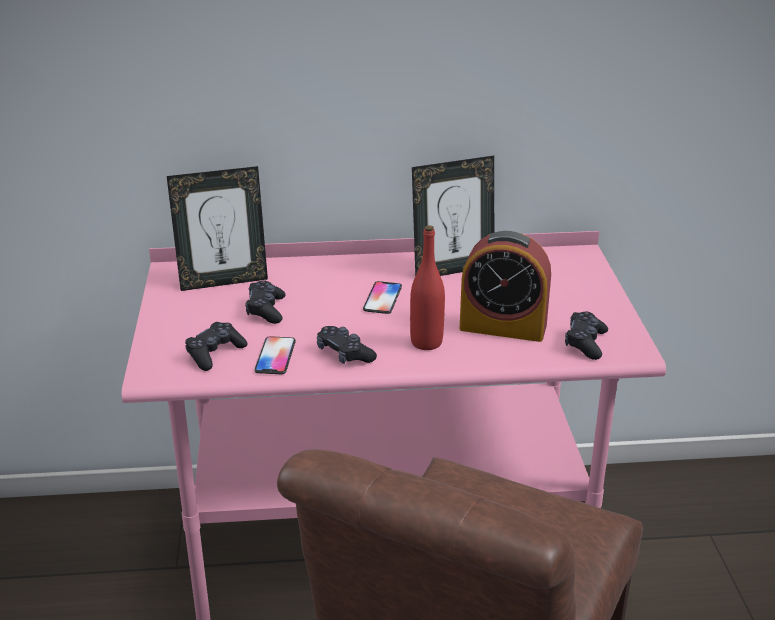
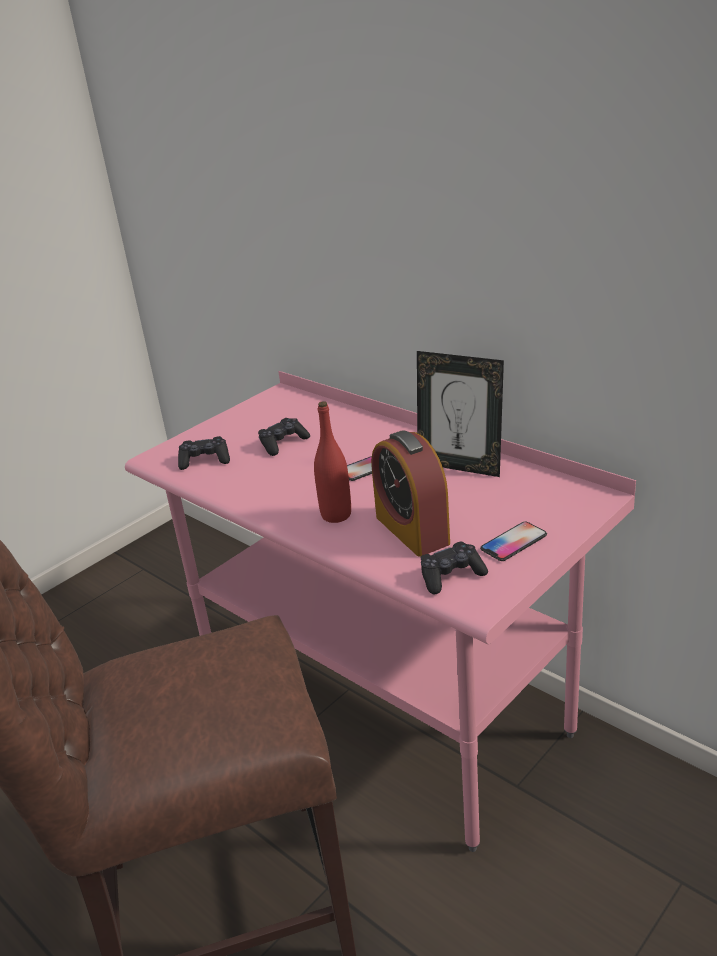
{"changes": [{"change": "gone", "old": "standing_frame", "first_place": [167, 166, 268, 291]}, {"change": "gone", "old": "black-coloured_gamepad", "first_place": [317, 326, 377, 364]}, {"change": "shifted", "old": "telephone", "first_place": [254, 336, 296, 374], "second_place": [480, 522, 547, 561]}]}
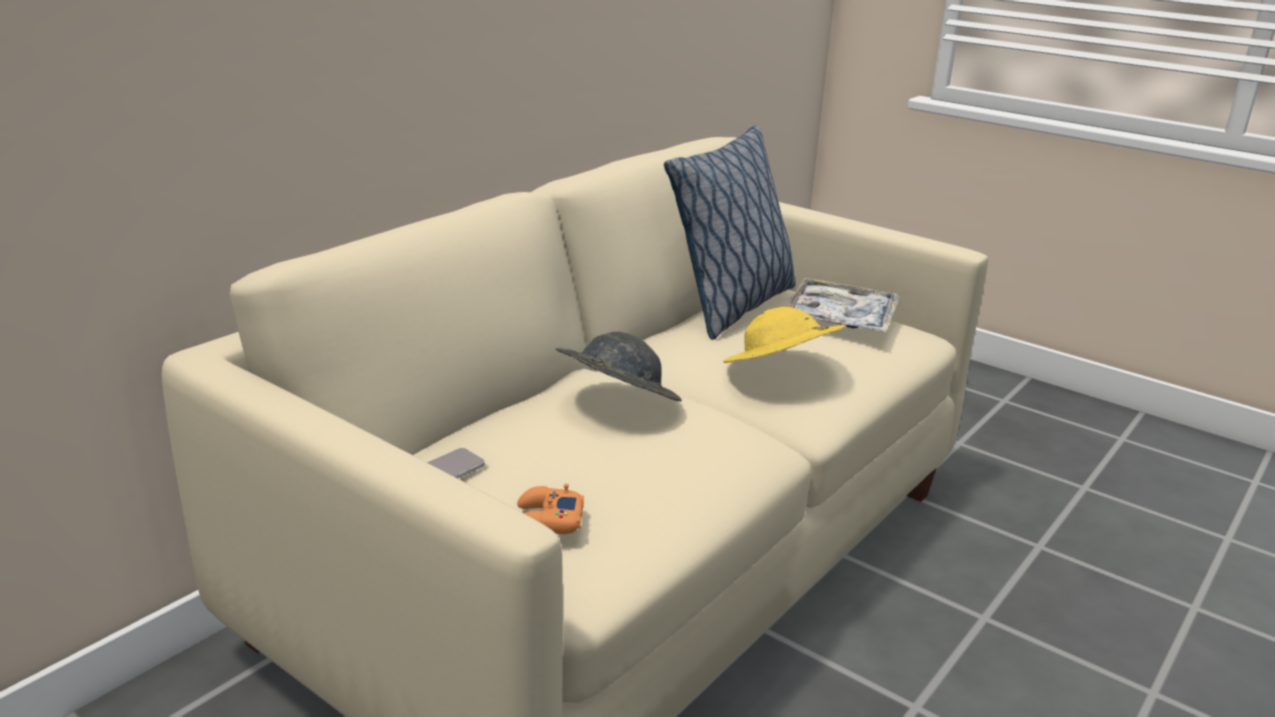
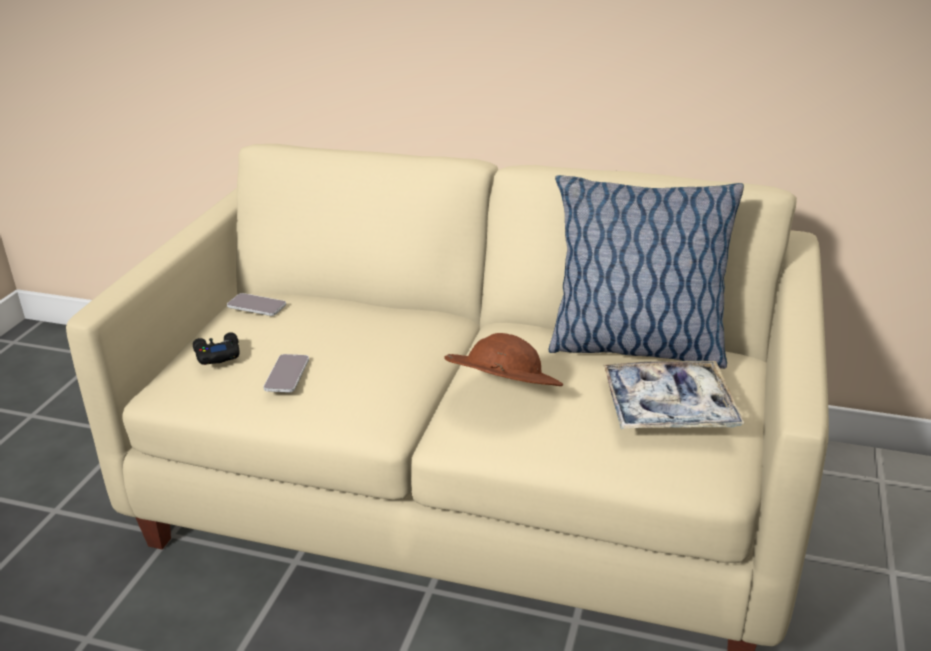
{"changes": [{"change": "gone", "old": "gray_clothing_hat", "first_place": [556, 332, 682, 401]}, {"change": "new", "new": "telephone", "second_place": [263, 354, 309, 393]}, {"change": "repainted", "old": "orange_gamepad", "new": "black-coloured_gamepad", "first_place": [517, 484, 584, 534], "second_place": [193, 332, 240, 365]}, {"change": "repainted", "old": "yellow_clothing_hat", "new": "brown_clothing_hat", "first_place": [723, 307, 845, 363], "second_place": [444, 333, 563, 386]}]}
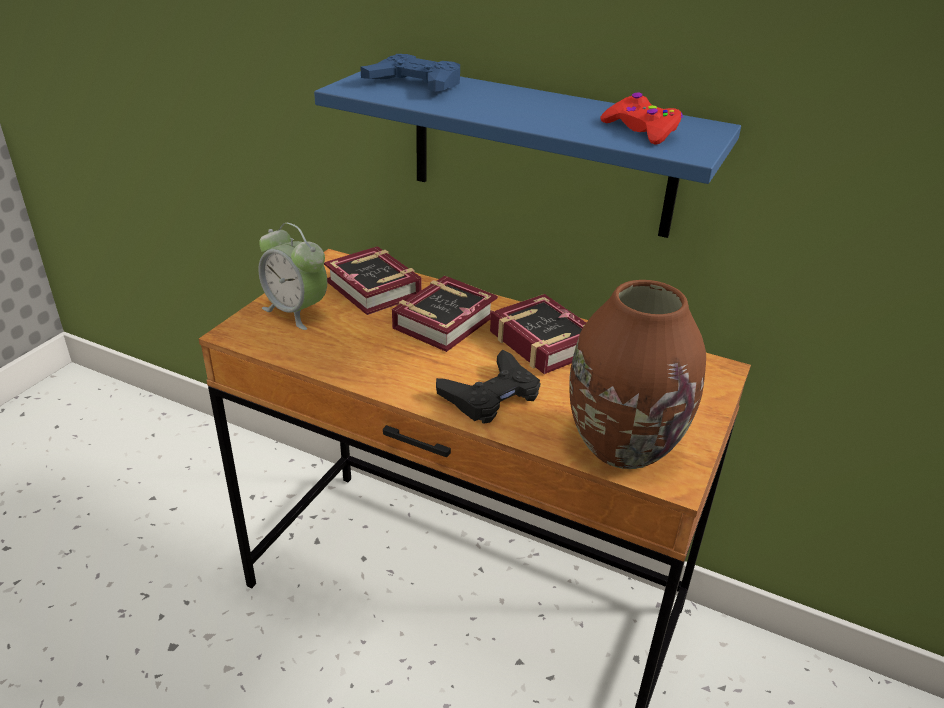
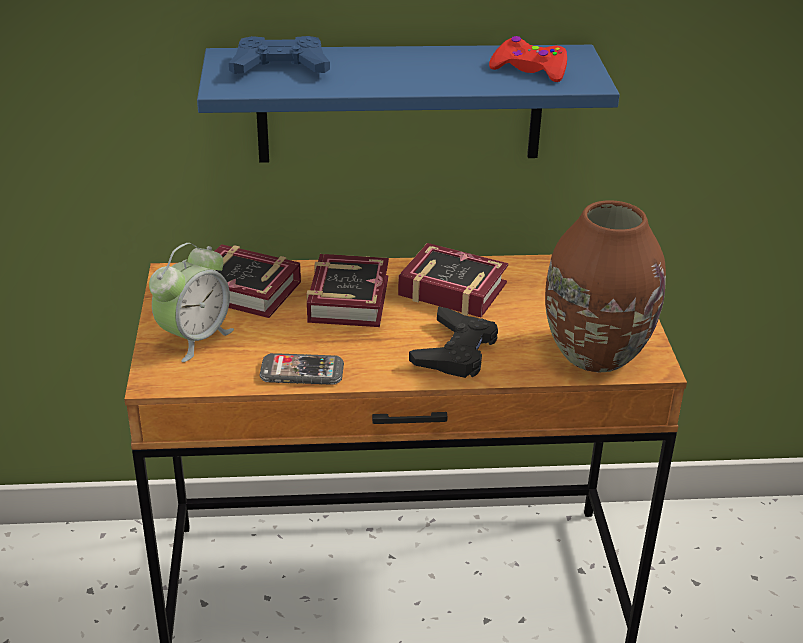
{"changes": [{"change": "new", "new": "telephone", "second_place": [260, 353, 344, 385]}, {"change": "rotated", "old": "alarm_clock", "first_place": [258, 223, 327, 330], "second_place": [149, 243, 234, 362], "degrees": -60}]}
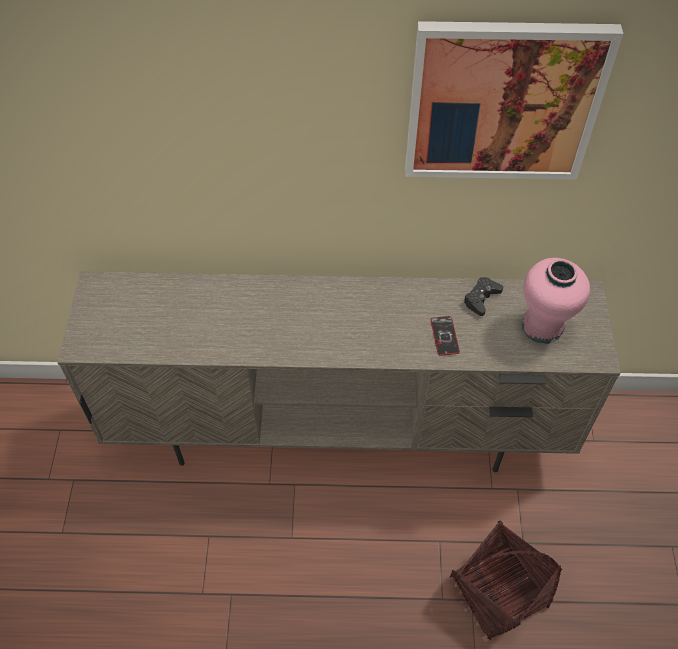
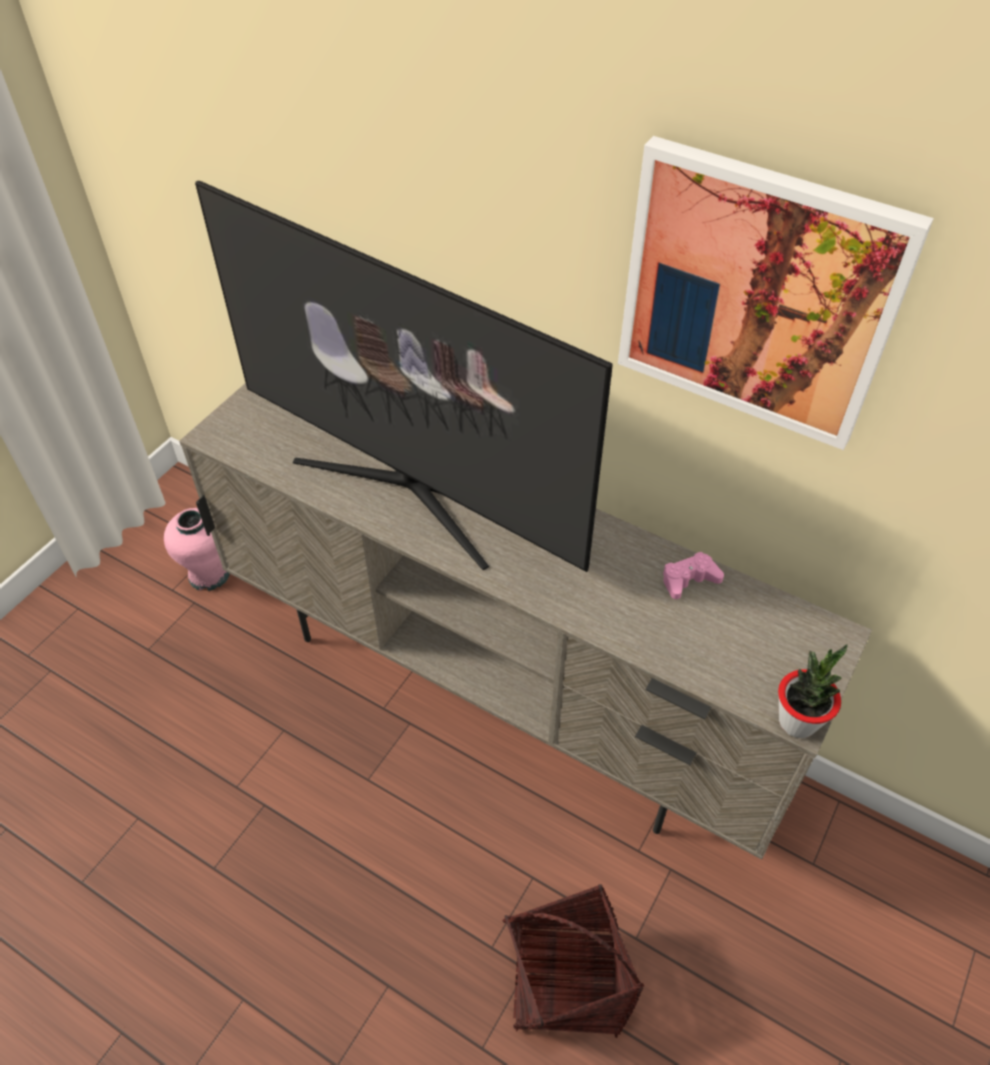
{"changes": [{"change": "gone", "old": "telephone", "first_place": [430, 316, 460, 356]}, {"change": "new", "new": "television", "second_place": [195, 181, 613, 572]}, {"change": "new", "new": "potted_plant", "second_place": [778, 644, 848, 738]}, {"change": "shifted", "old": "pink_flower_vase", "first_place": [522, 258, 590, 344], "second_place": [164, 508, 230, 591]}, {"change": "repainted", "old": "black-coloured_gamepad", "new": "pink_gamepad", "first_place": [463, 277, 503, 316], "second_place": [663, 552, 724, 599]}]}
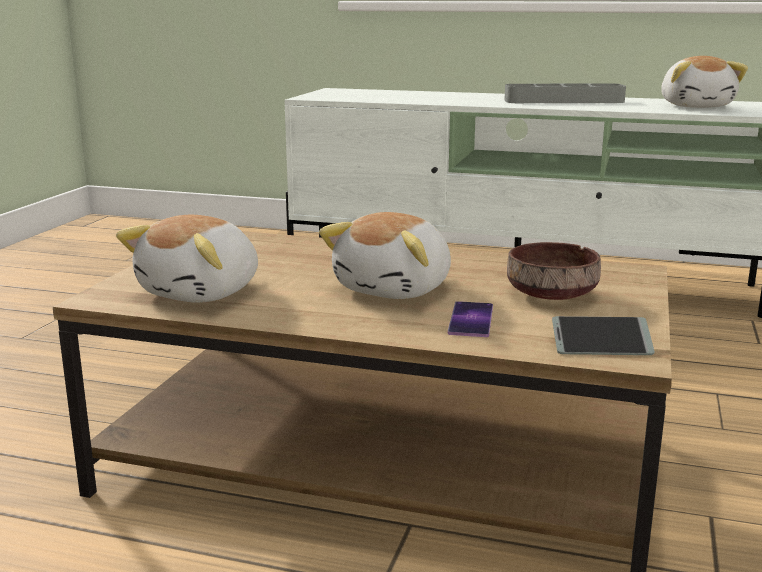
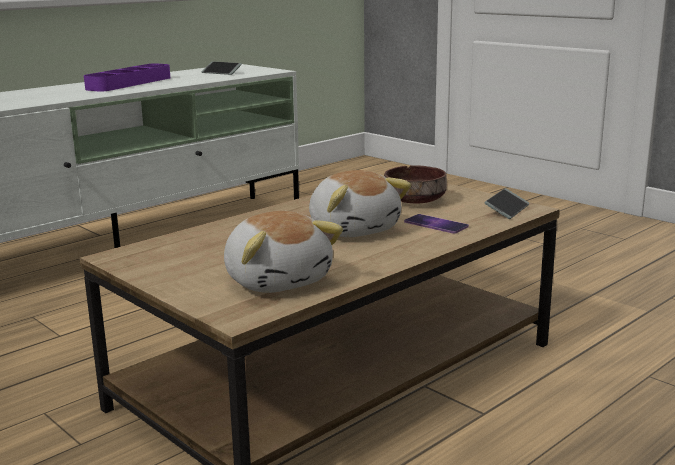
{"changes": [{"change": "swapped", "old": "cuddly_toy", "new": "telephone", "first_place": [661, 56, 748, 108], "second_place": [202, 61, 242, 75]}, {"change": "repainted", "old": "gray_carrying_tray", "new": "purple-coloured_carrying_tray", "first_place": [504, 83, 626, 103], "second_place": [84, 63, 170, 92]}]}
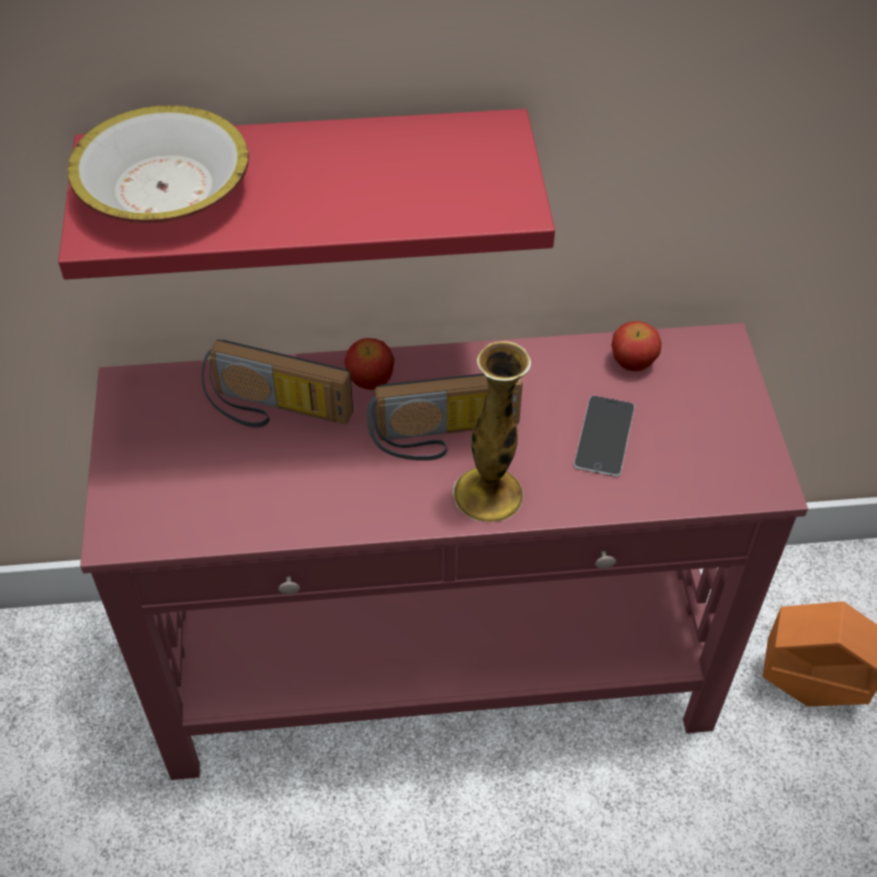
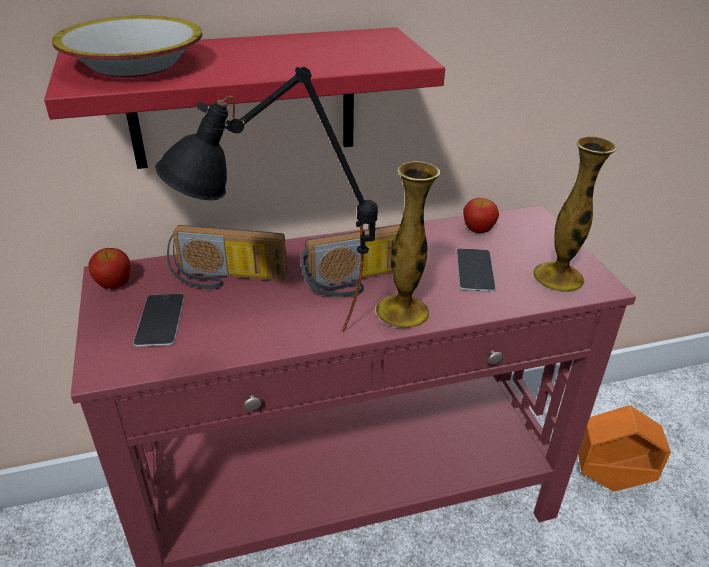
{"changes": [{"change": "new", "new": "telephone", "second_place": [133, 294, 185, 347]}, {"change": "new", "new": "black-coloured_lamp_for_a_table", "second_place": [155, 66, 378, 332]}, {"change": "new", "new": "flower_vase", "second_place": [533, 136, 617, 293]}, {"change": "shifted", "old": "whole_apple", "first_place": [345, 338, 394, 390], "second_place": [88, 248, 131, 289]}]}
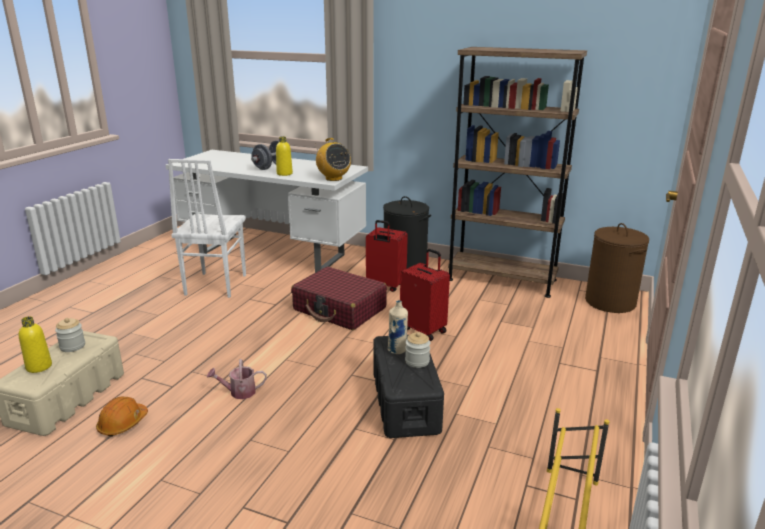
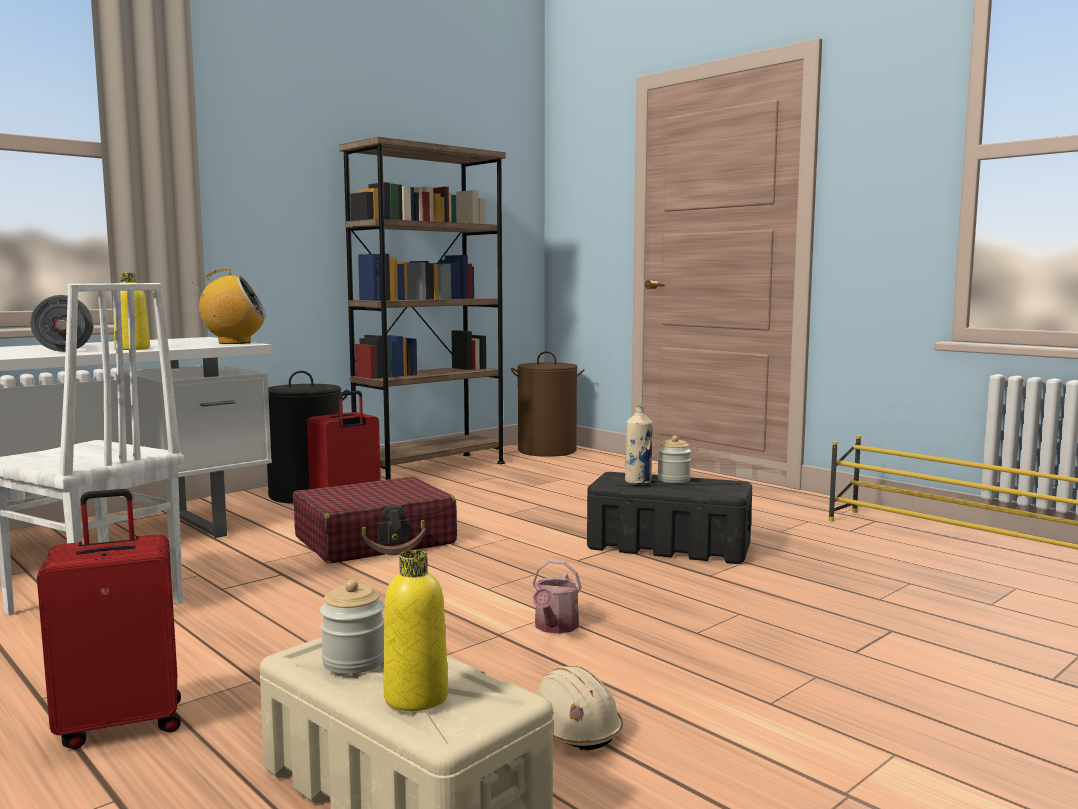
{"changes": [{"change": "shifted", "old": "red-coloured_suitcase", "first_place": [400, 249, 450, 341], "second_place": [37, 489, 181, 749]}, {"change": "repainted", "old": "orange_work_helmet", "new": "sand-coloured_work_helmet", "first_place": [96, 397, 148, 437], "second_place": [537, 666, 623, 750]}]}
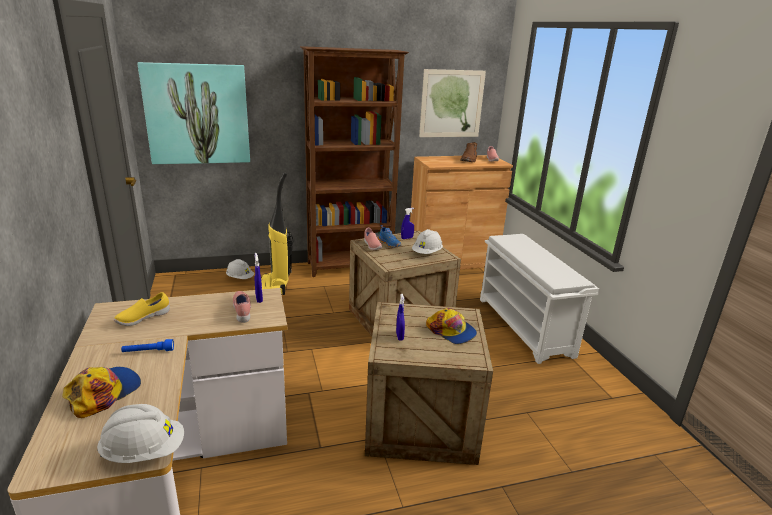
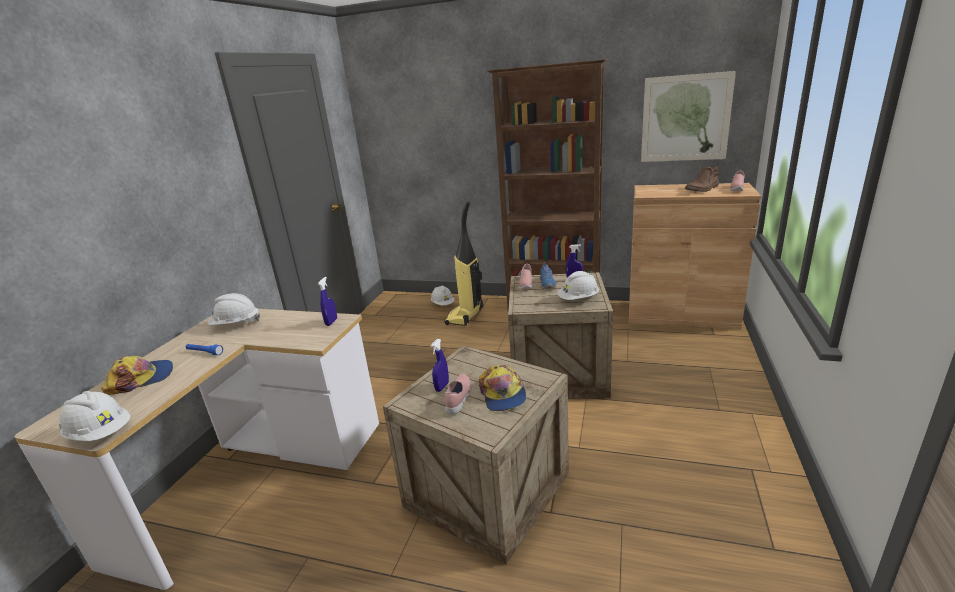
{"changes": [{"change": "gone", "old": "picture", "first_place": [137, 62, 250, 164]}, {"change": "gone", "old": "whitish_shoe_shelf", "first_place": [480, 234, 599, 364]}, {"change": "shifted", "old": "pink_shoe", "first_place": [233, 291, 251, 323], "second_place": [444, 374, 471, 415]}, {"change": "swapped", "old": "yellow_shoe", "new": "whitish_work_helmet", "first_place": [114, 292, 170, 326], "second_place": [207, 293, 260, 325]}]}
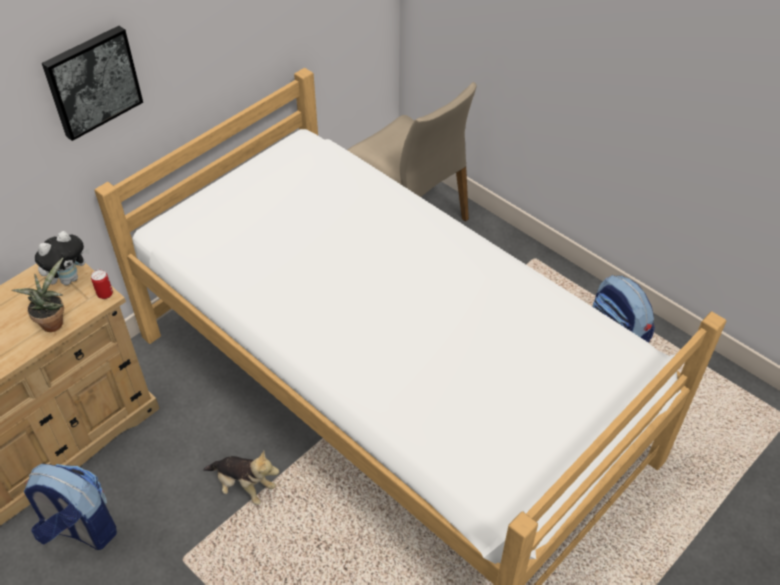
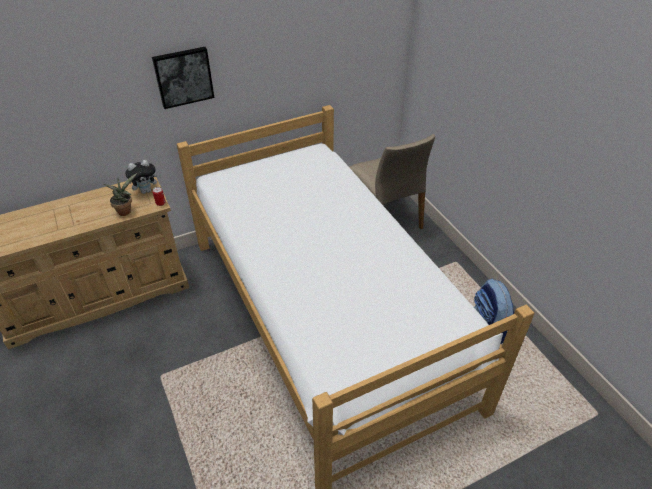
{"changes": [{"change": "gone", "old": "backpack", "first_place": [24, 464, 117, 550]}, {"change": "gone", "old": "cuddly_toy", "first_place": [203, 450, 280, 505]}]}
